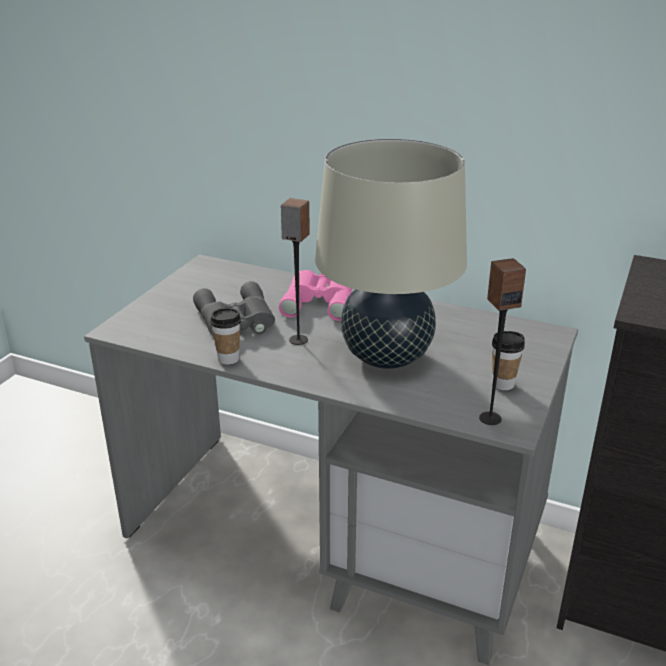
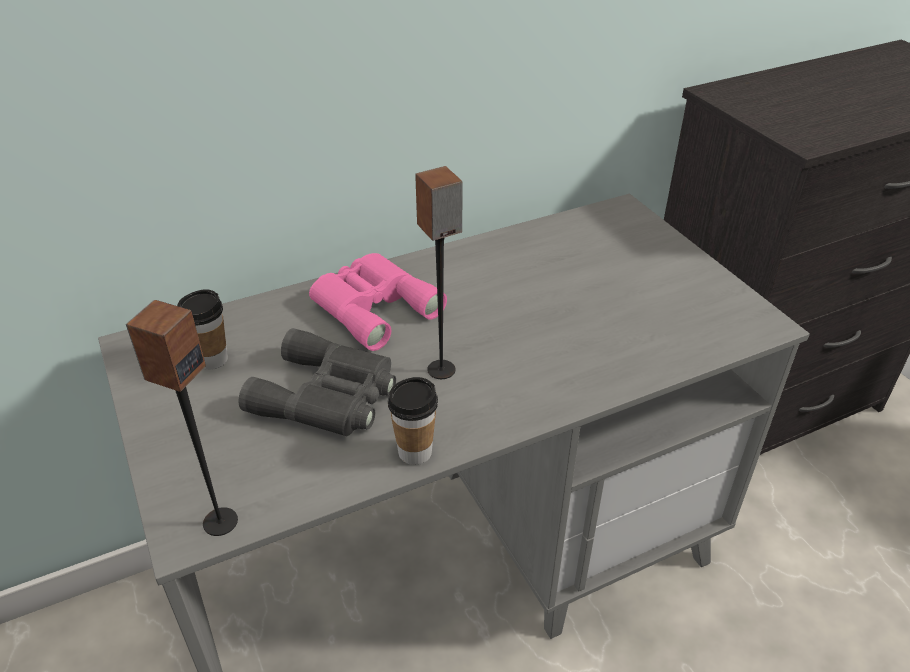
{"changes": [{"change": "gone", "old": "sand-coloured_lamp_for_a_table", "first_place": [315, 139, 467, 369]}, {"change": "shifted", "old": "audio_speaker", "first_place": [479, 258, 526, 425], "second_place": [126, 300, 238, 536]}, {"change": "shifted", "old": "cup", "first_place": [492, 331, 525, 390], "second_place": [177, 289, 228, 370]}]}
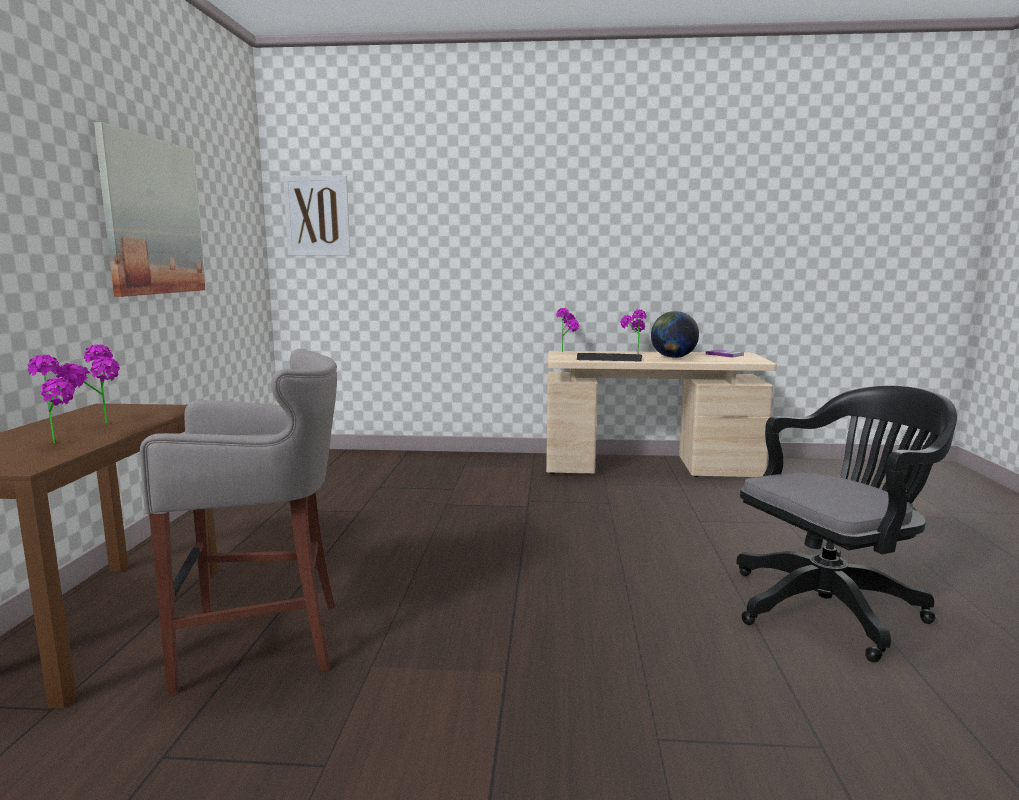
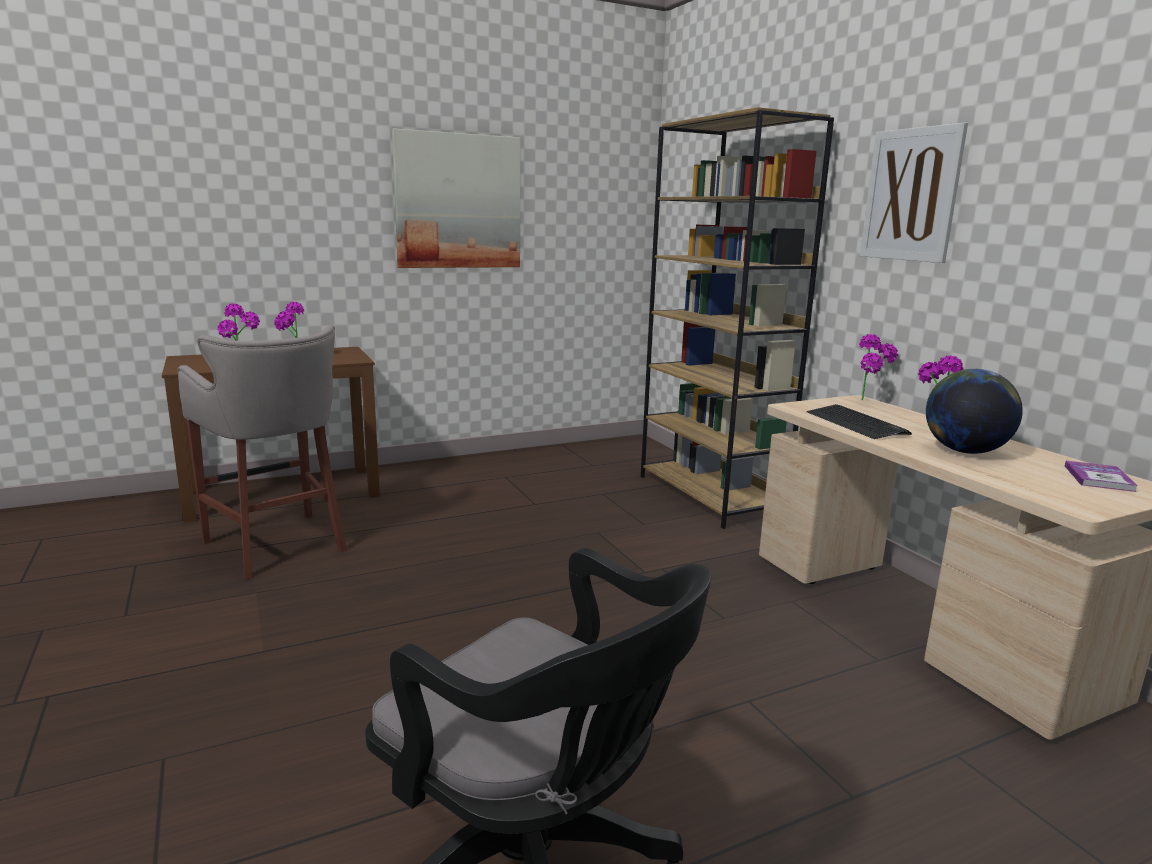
{"changes": [{"change": "new", "new": "brown_bookcase", "second_place": [641, 107, 834, 529]}, {"change": "shifted", "old": "picture", "first_place": [283, 175, 351, 255], "second_place": [860, 123, 968, 263]}]}
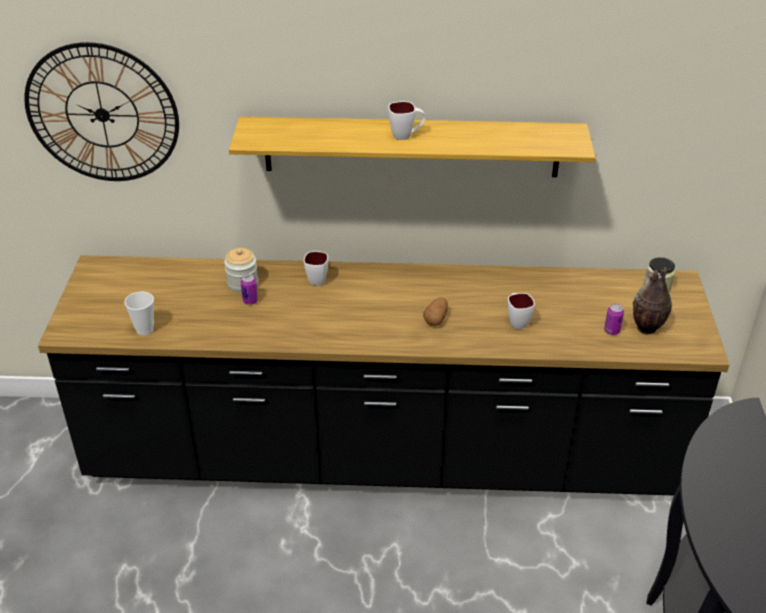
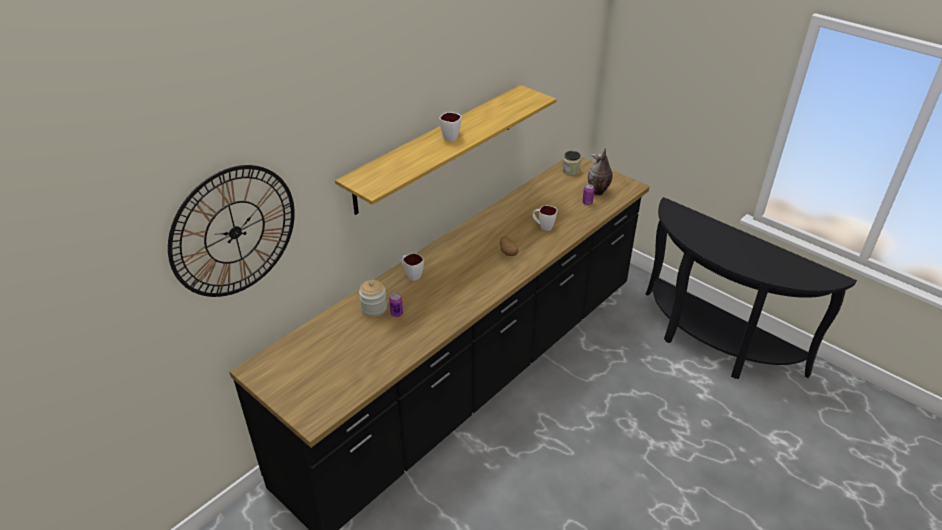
{"changes": [{"change": "gone", "old": "cup", "first_place": [124, 291, 154, 335]}]}
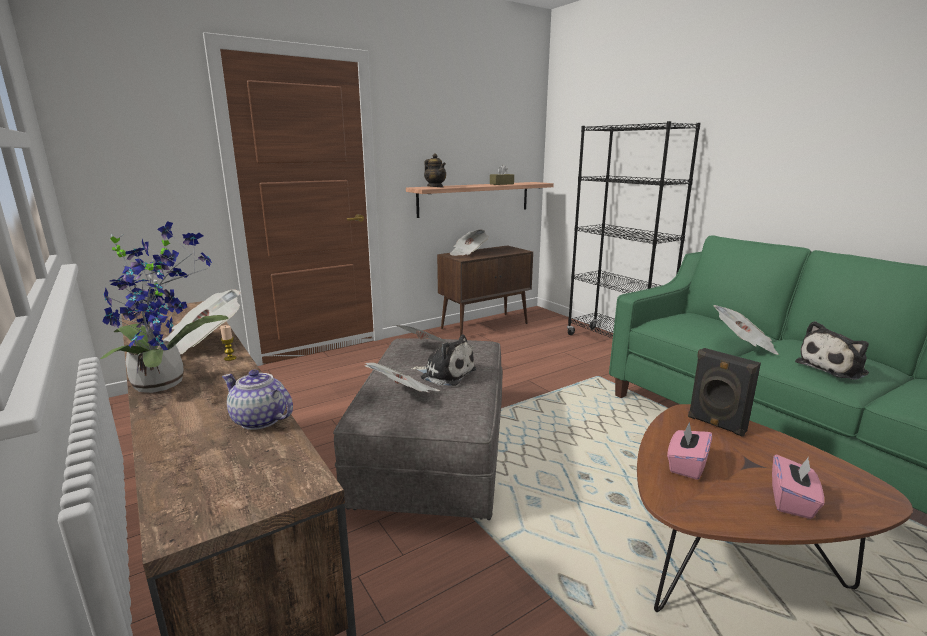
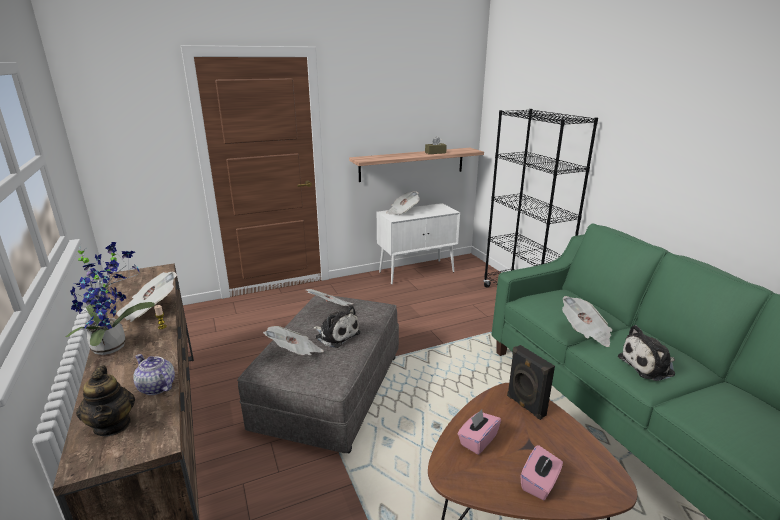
{"changes": [{"change": "shifted", "old": "teapot", "first_place": [424, 153, 446, 187], "second_place": [76, 366, 135, 436]}, {"change": "repainted", "old": "brown_storage_cabinet", "new": "whitish_storage_cabinet", "first_place": [437, 245, 533, 336], "second_place": [377, 203, 460, 285]}]}
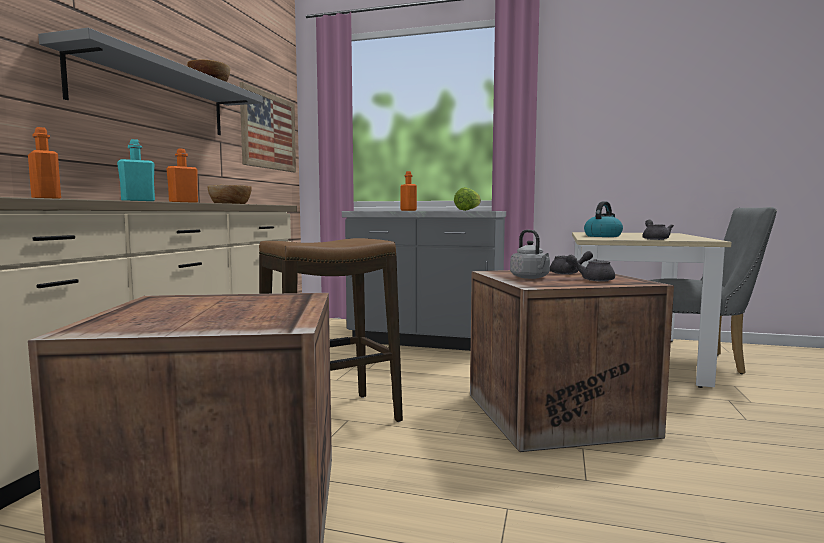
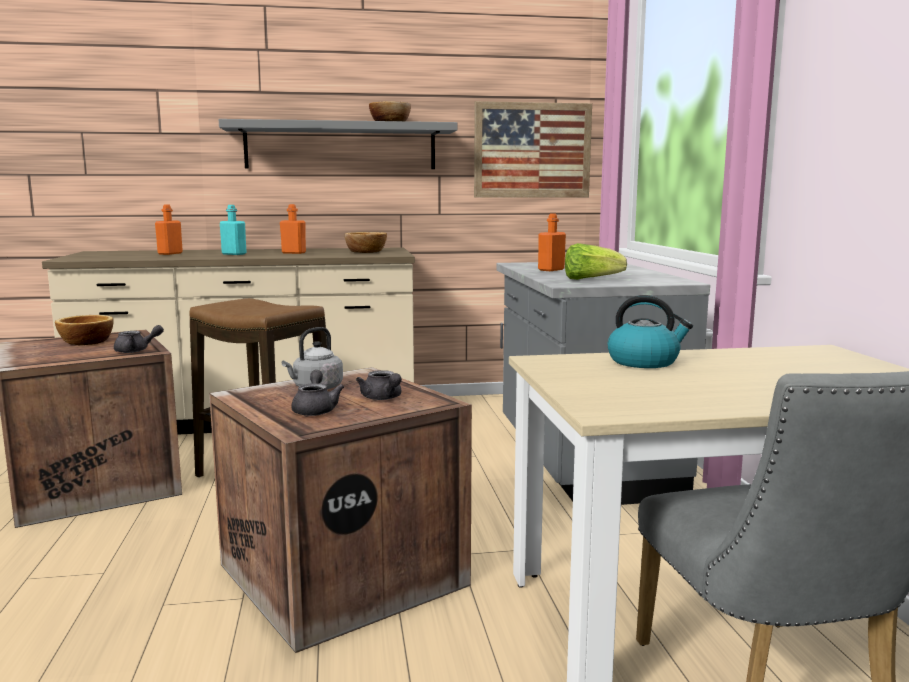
{"changes": [{"change": "new", "new": "serving_bowl", "second_place": [55, 315, 114, 345]}, {"change": "shifted", "old": "gray_teapot", "first_place": [642, 220, 674, 240], "second_place": [114, 325, 164, 353]}]}
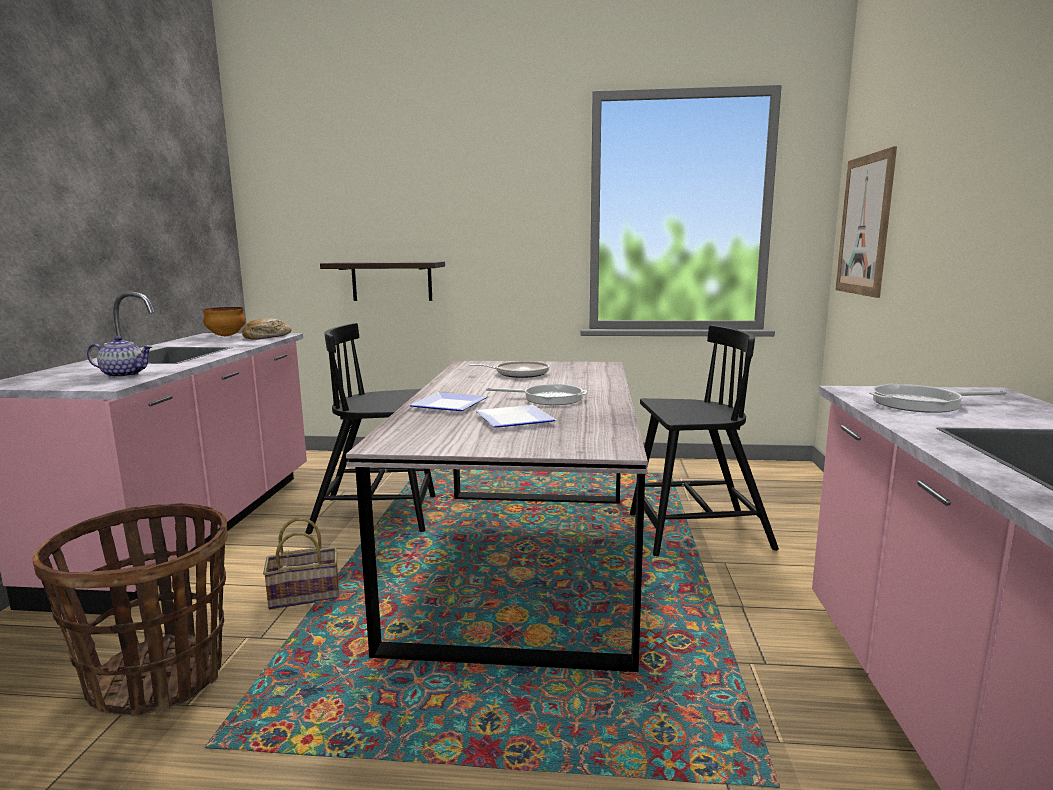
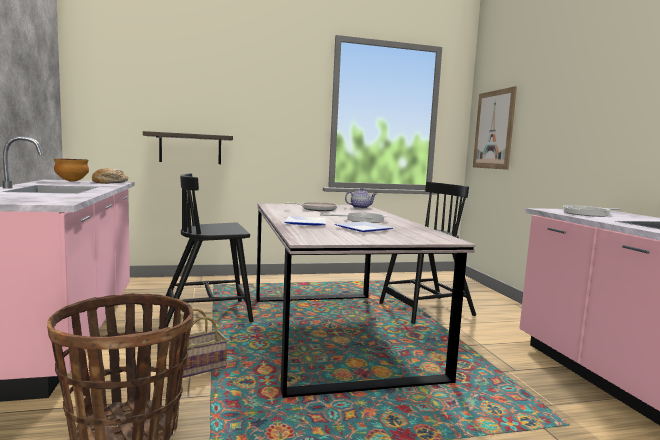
{"changes": [{"change": "shifted", "old": "teapot", "first_place": [87, 336, 153, 378], "second_place": [345, 188, 376, 209]}]}
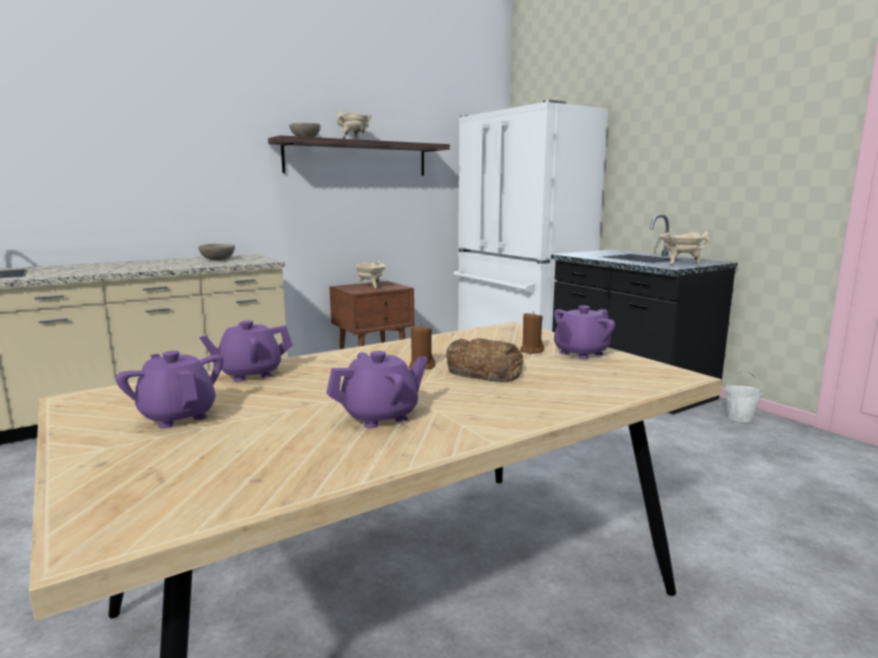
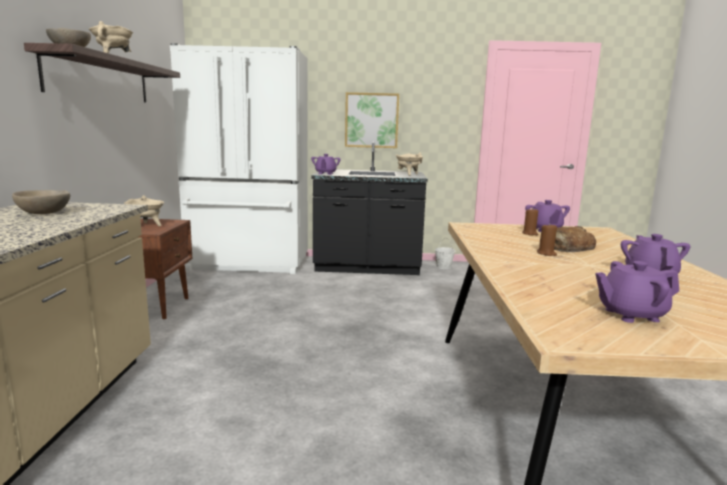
{"changes": [{"change": "new", "new": "picture", "second_place": [345, 92, 399, 148]}, {"change": "shifted", "old": "purple-coloured_teapot", "first_place": [199, 320, 293, 382], "second_place": [311, 154, 341, 175]}]}
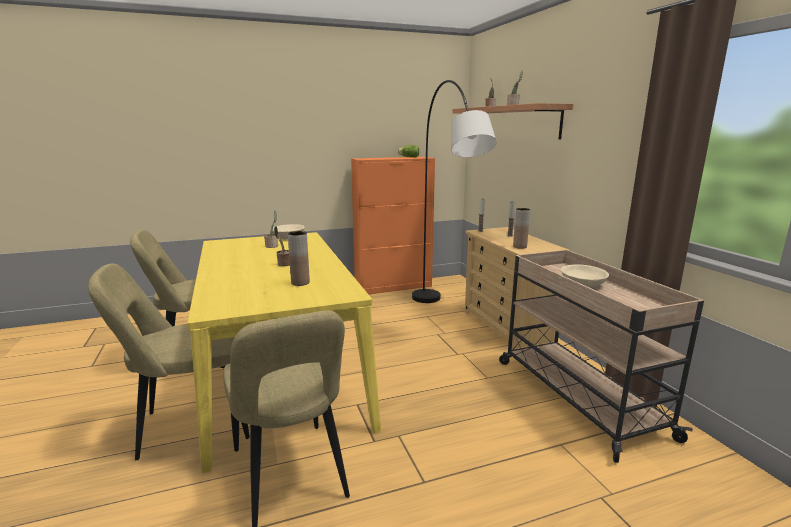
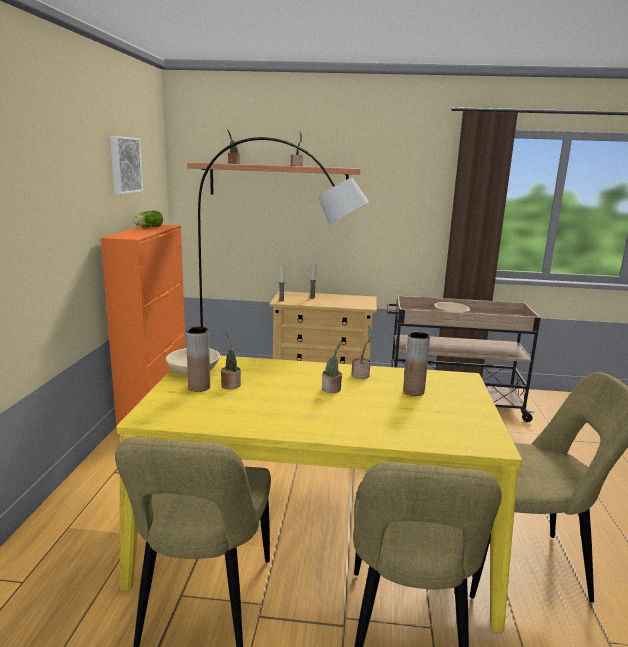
{"changes": [{"change": "new", "new": "picture", "second_place": [110, 136, 143, 195]}, {"change": "new", "new": "potted_plant", "second_place": [351, 325, 372, 379]}, {"change": "shifted", "old": "brown_flower_vase", "first_place": [513, 208, 530, 249], "second_place": [186, 327, 210, 392]}]}
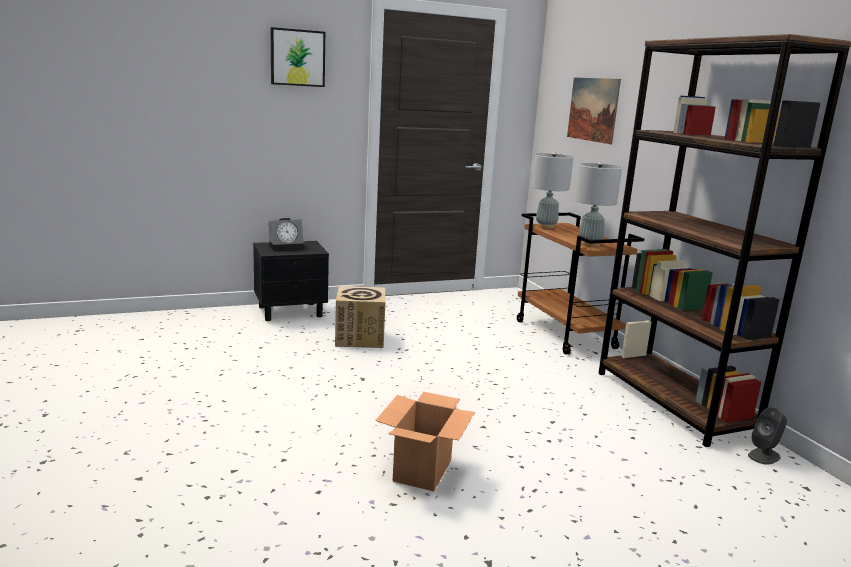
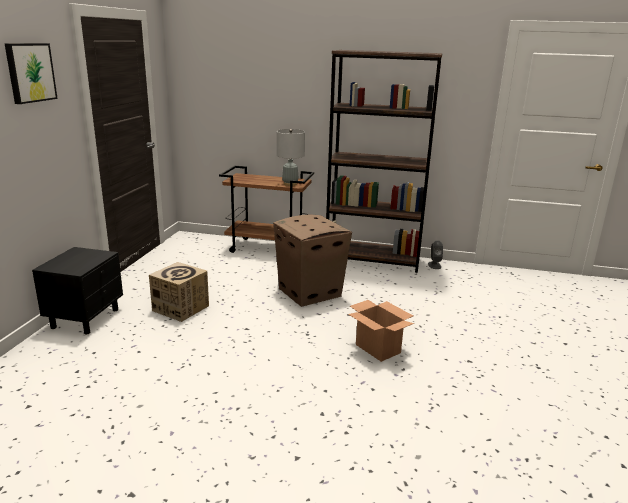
{"changes": [{"change": "gone", "old": "alarm_clock", "first_place": [268, 218, 304, 251]}, {"change": "gone", "old": "gray_lamp_for_a_table", "first_place": [532, 152, 573, 229]}, {"change": "gone", "old": "picture", "first_place": [567, 77, 621, 144]}, {"change": "new", "new": "cardboard_box", "second_place": [273, 215, 352, 307]}]}
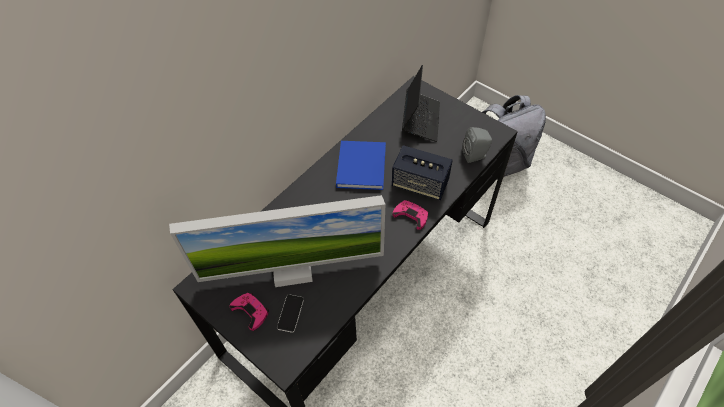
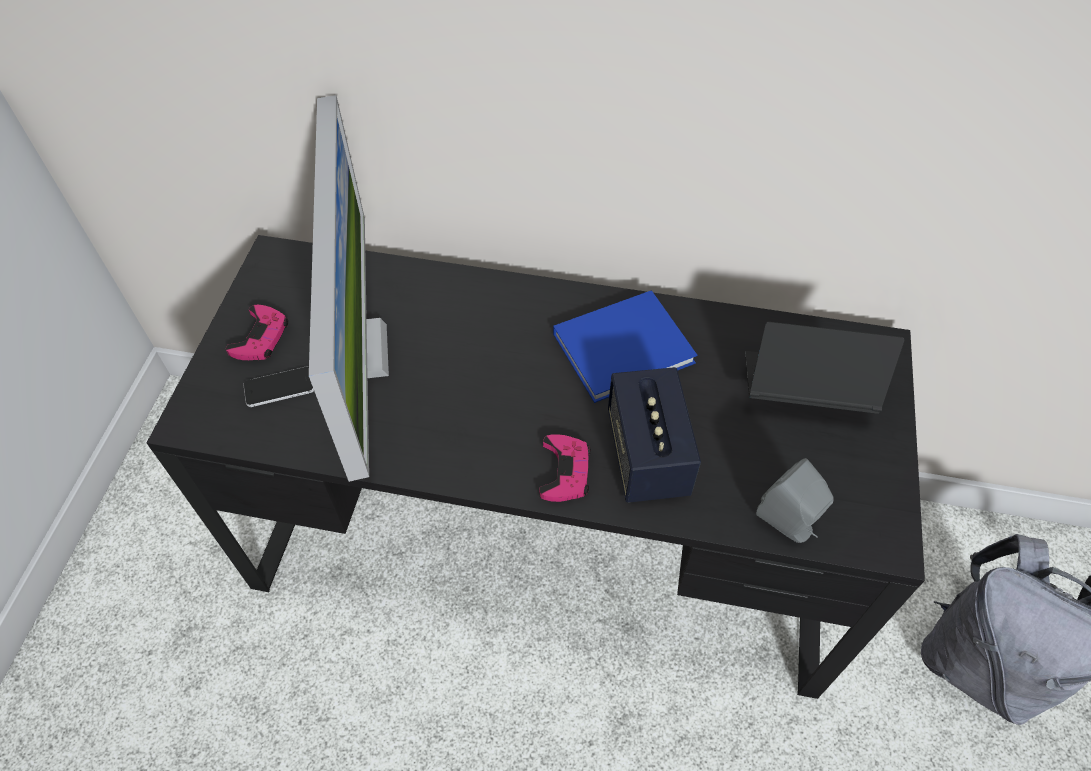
{"changes": [{"change": "rotated", "old": "computer_display", "first_place": [169, 195, 385, 287], "second_place": [309, 95, 389, 482], "degrees": -150}, {"change": "rotated", "old": "laptop", "first_place": [402, 65, 440, 142], "second_place": [745, 322, 904, 414], "degrees": -150}]}
